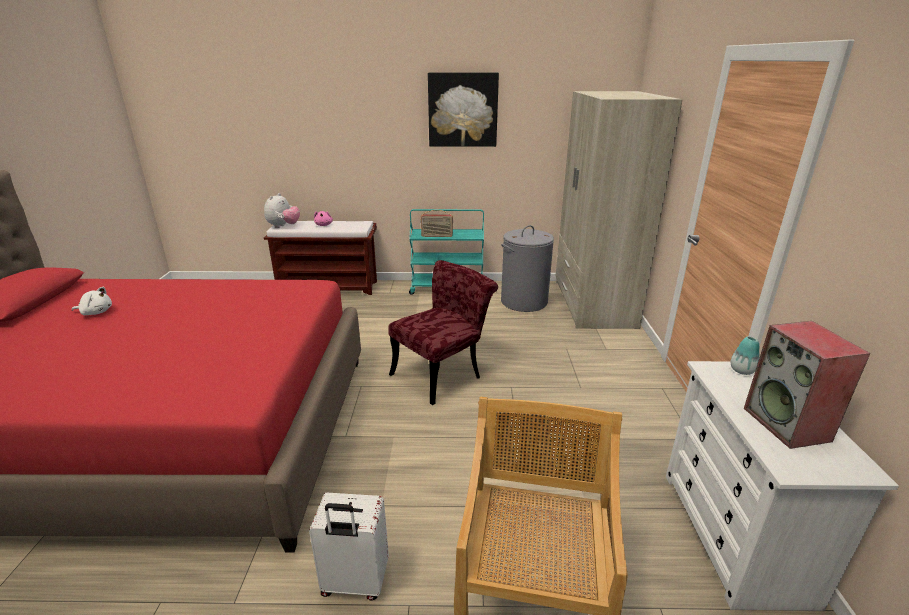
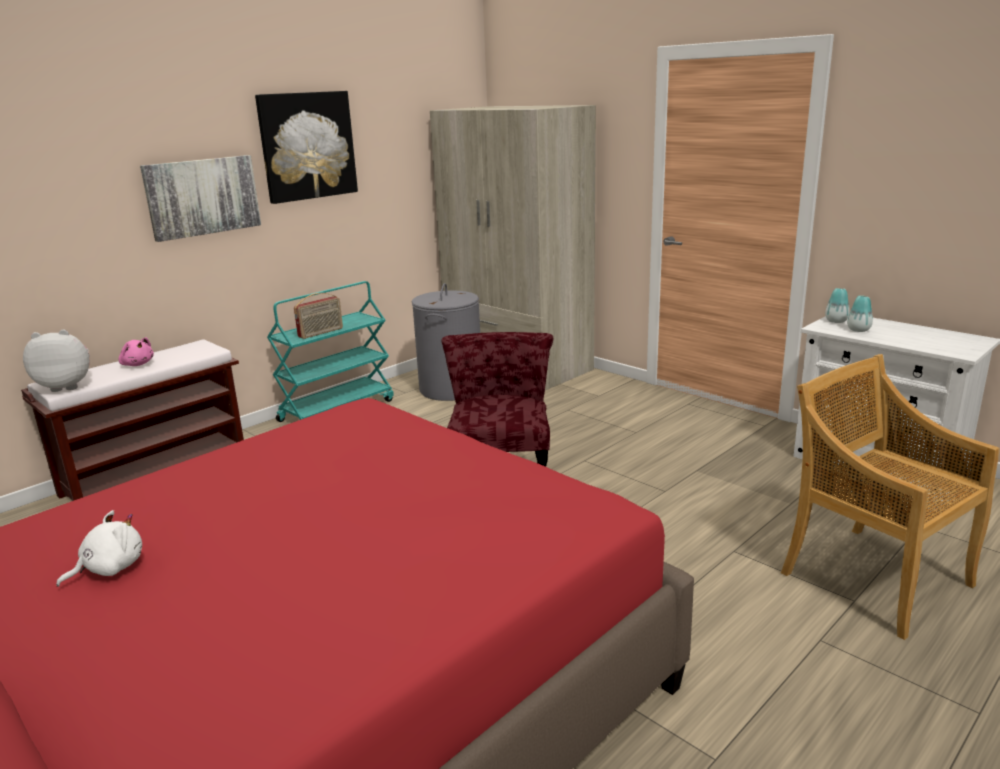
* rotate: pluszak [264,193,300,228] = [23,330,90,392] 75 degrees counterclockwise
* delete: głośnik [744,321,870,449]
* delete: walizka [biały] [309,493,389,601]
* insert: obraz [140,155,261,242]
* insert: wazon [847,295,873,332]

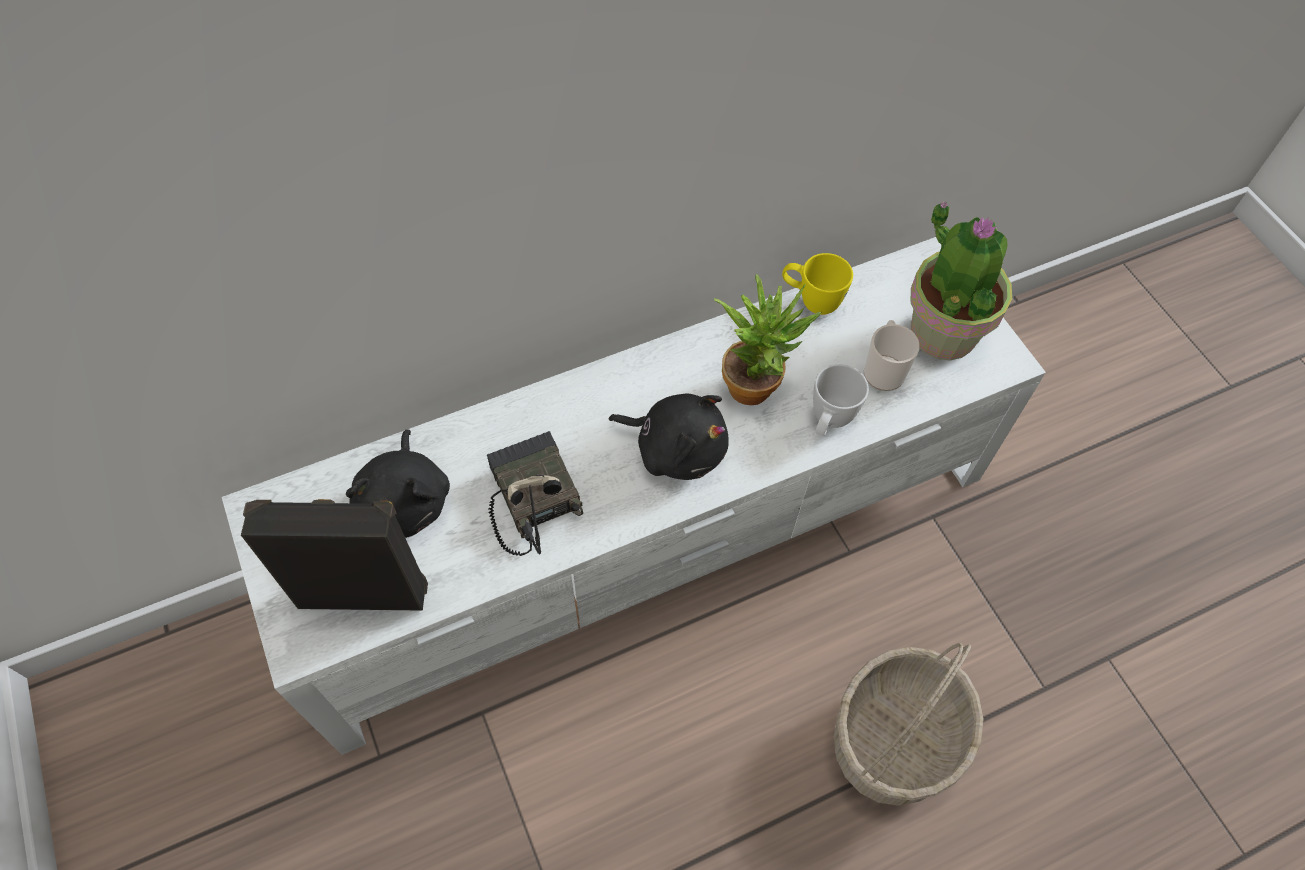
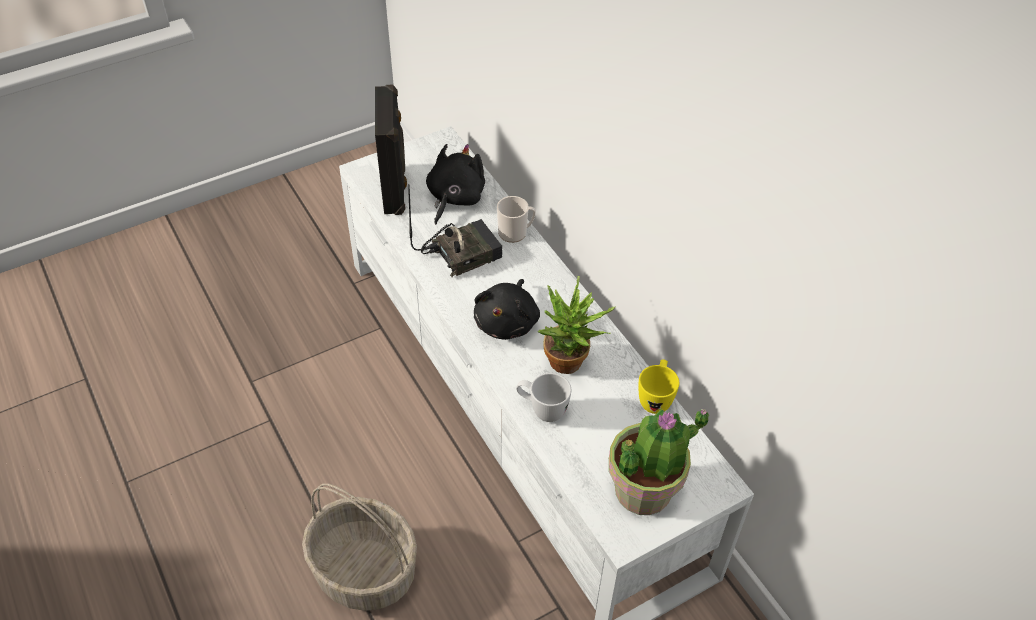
* move: kubek [864,320,920,391] to [497,196,536,243]
* rotate: pluszak [czarny] [346,429,450,538] = [426,144,485,225] 120 degrees clockwise

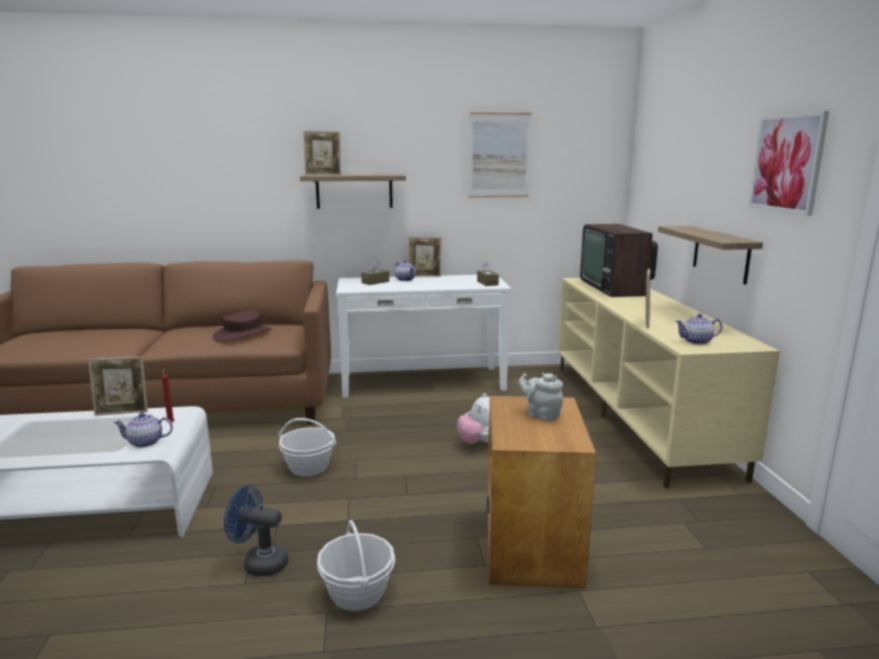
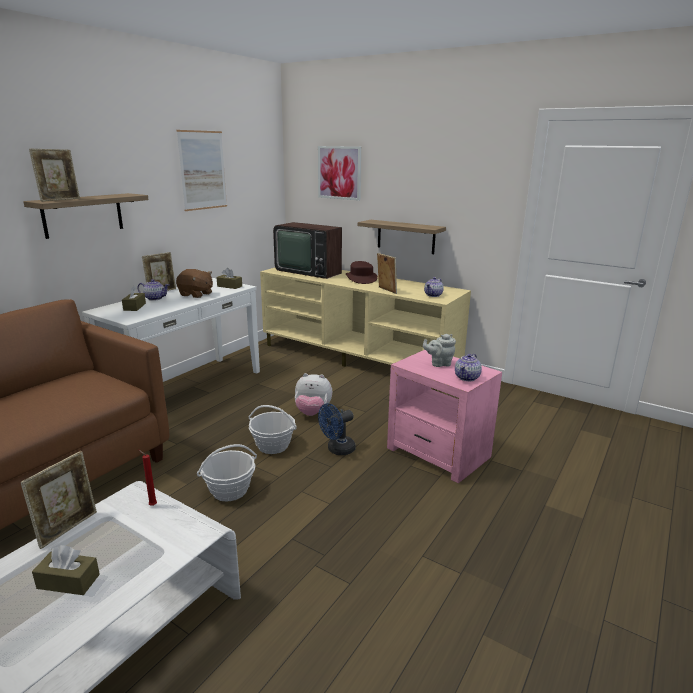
* move: obraz [748,111,829,216] to [318,146,361,200]
* move: kapelusz [brązowy] [213,310,272,342] to [346,261,378,284]
* recolor: stolik [brązowy] [487,396,596,588] to stolik [różowy] [387,350,502,484]
* move: imbryk [113,412,173,448] to [455,354,482,381]
* move: wentylator [niebieski] [224,485,288,576] to [318,403,356,455]
* move: koszyk [317,520,395,611] to [249,405,297,454]
* insert: pluszak [brązowy] [176,269,213,298]
* insert: pudełko chusteczek [brązowy] [32,545,100,595]

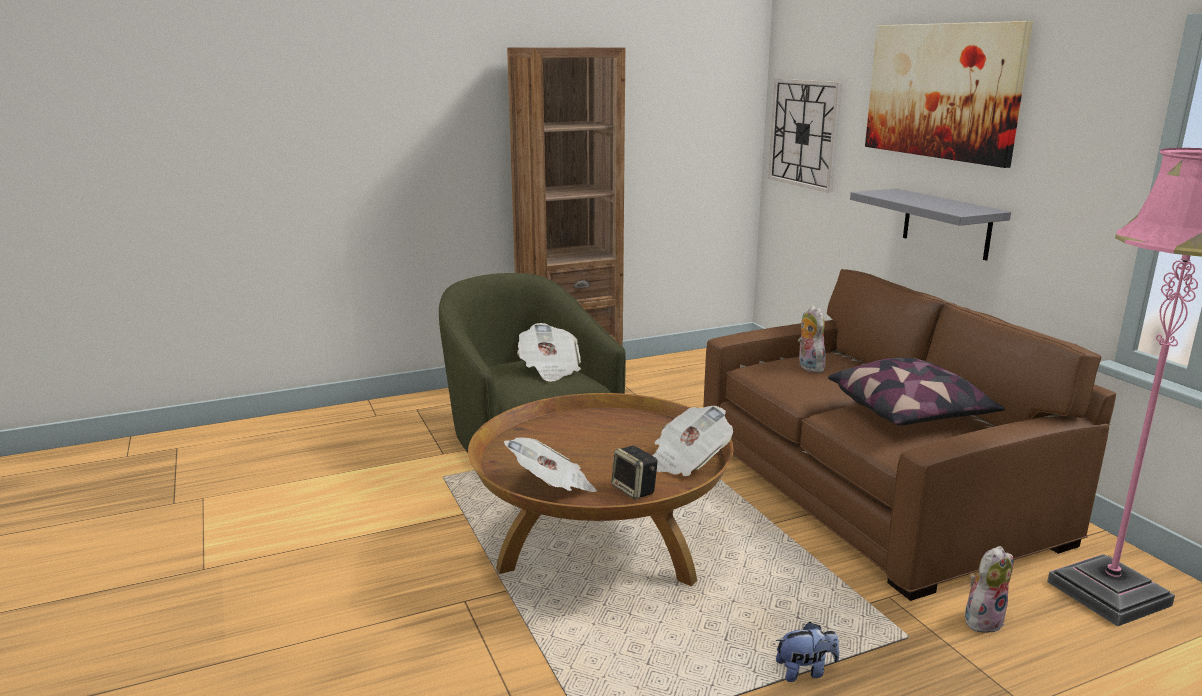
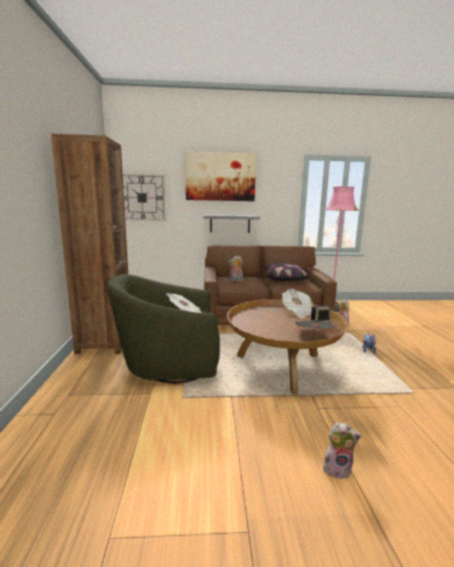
* insert: pluszak [323,422,361,479]

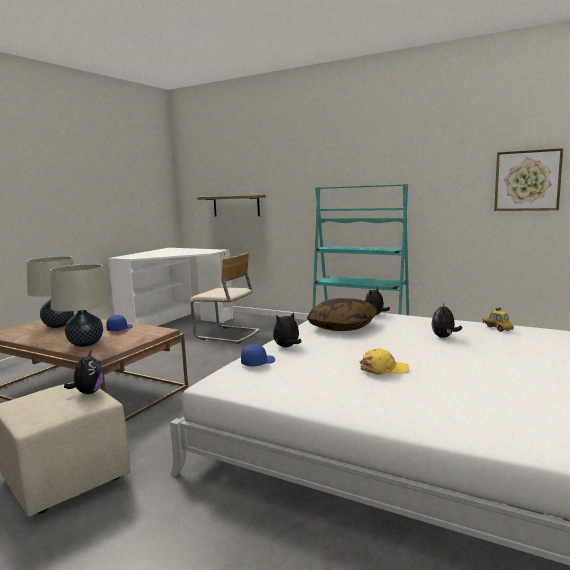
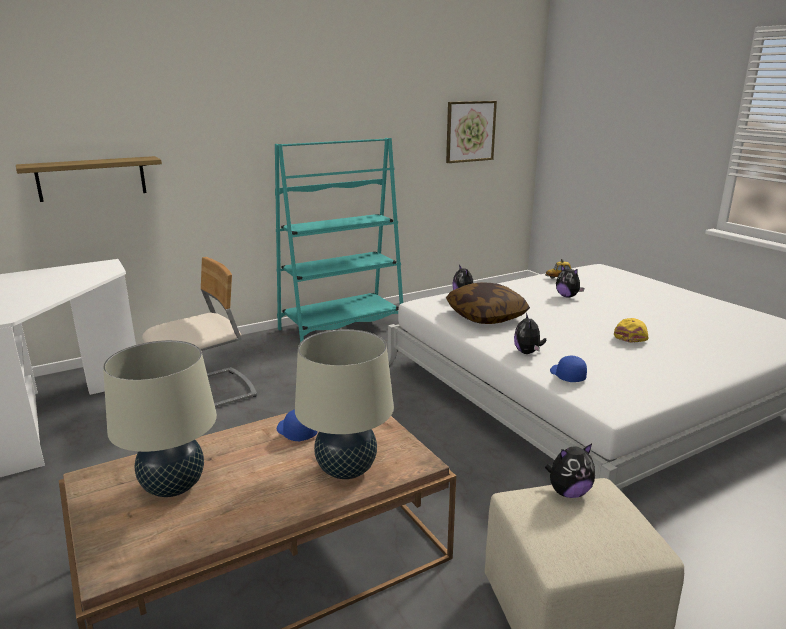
* rotate: pluszak [64,351,104,394] = [545,444,595,498] 135 degrees clockwise

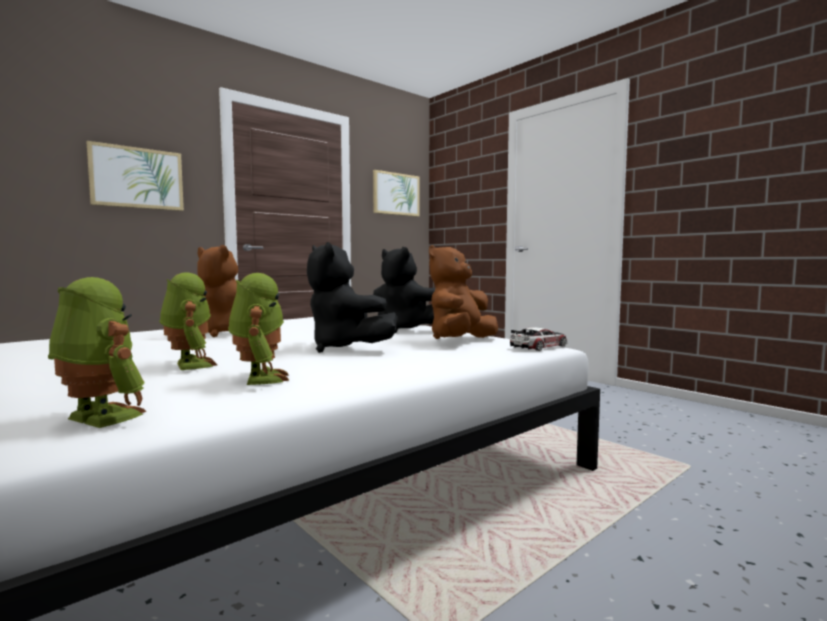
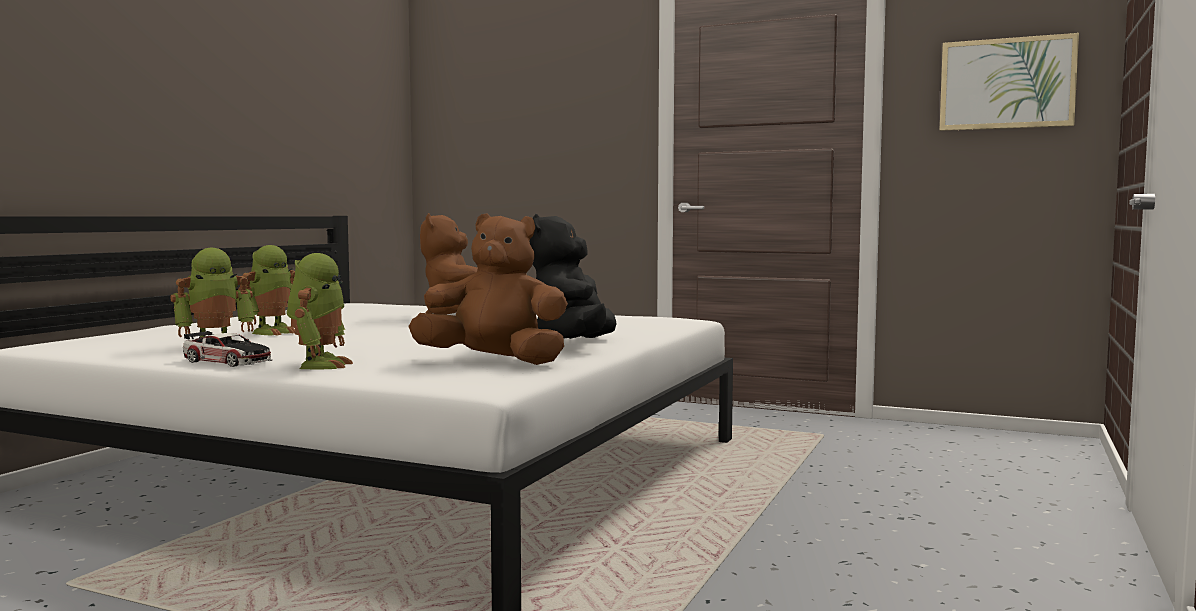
* delete: obraz [86,141,184,211]
* delete: pluszak [czarny] [307,242,397,353]
* move: robot zabawkowy [48,277,146,428] to [287,253,353,369]
* move: samochodzik [510,327,567,351] to [183,331,272,367]

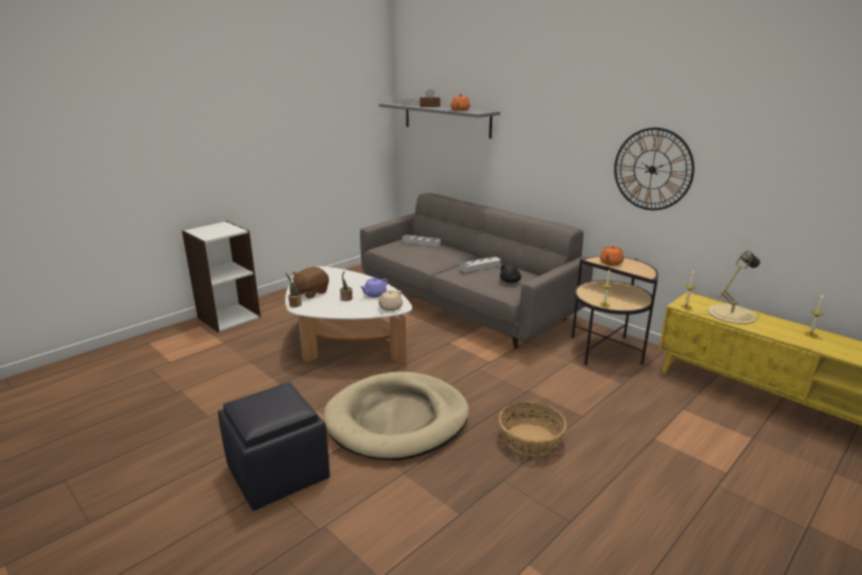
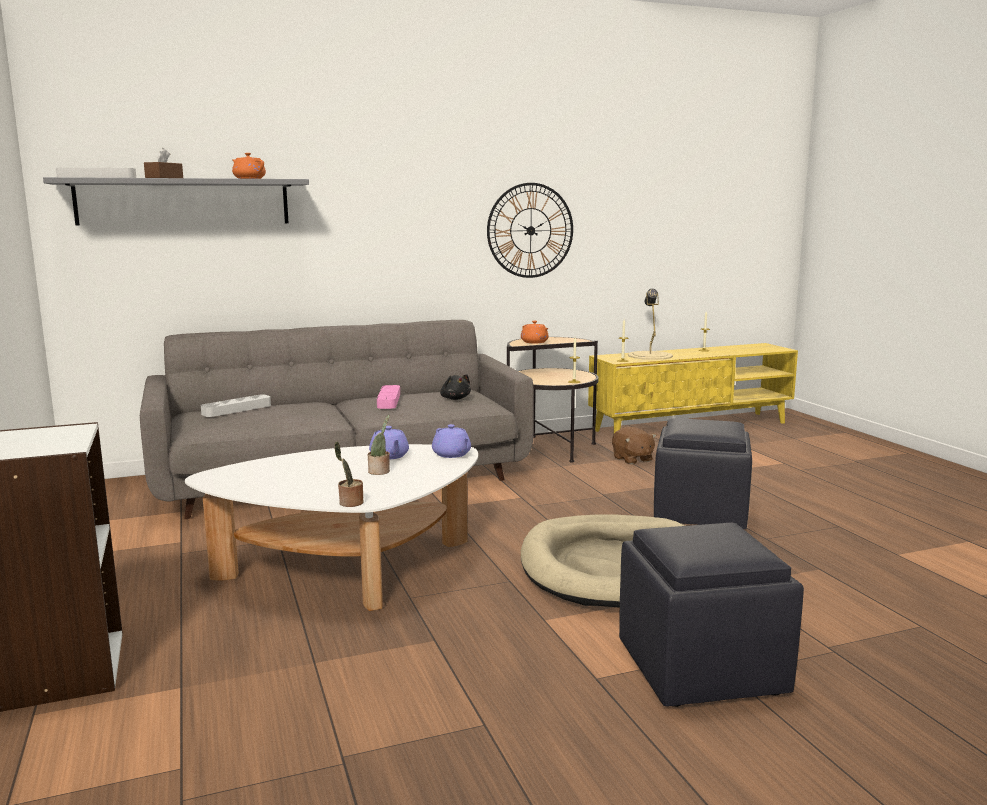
* recolor: taca [szary] [459,257,501,272] to taca [różowy] [377,385,400,409]
* move: pluszak [brązowy] [293,267,329,298] to [612,426,657,465]
* recolor: imbryk [beżowy] [378,290,403,311] to imbryk [fioletowy] [432,424,471,458]
* replace: koszyk [499,401,567,456] to pufa [czarny] [654,418,752,529]

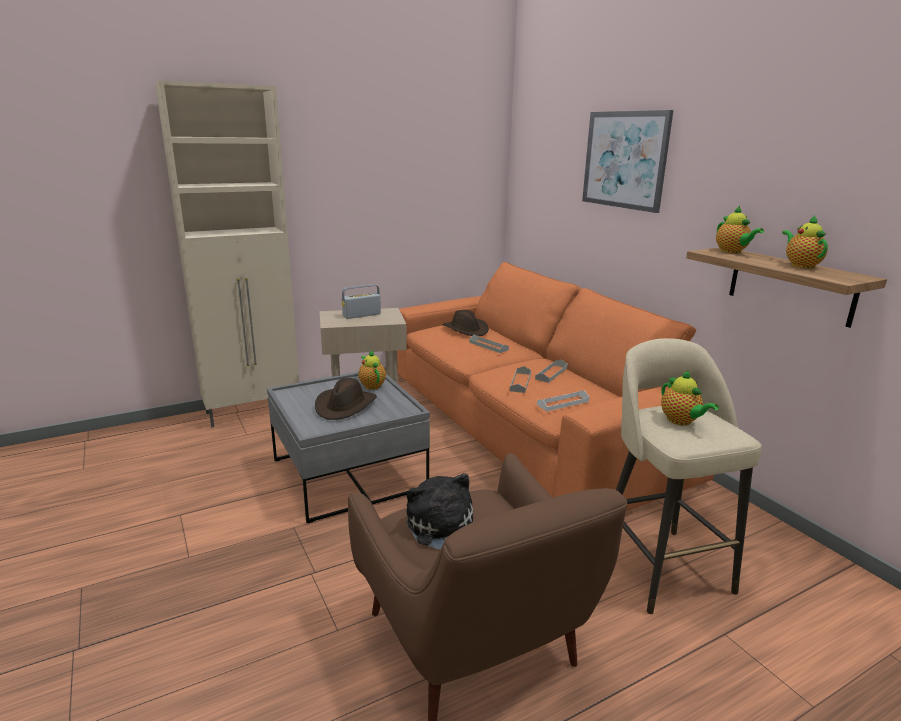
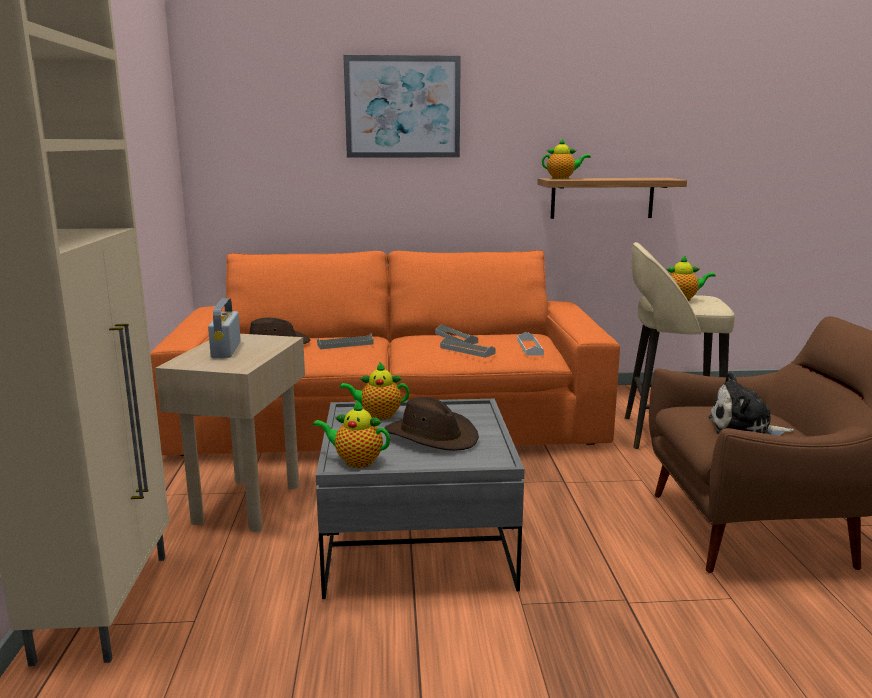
* move: imbryk [782,215,828,269] to [313,400,390,468]

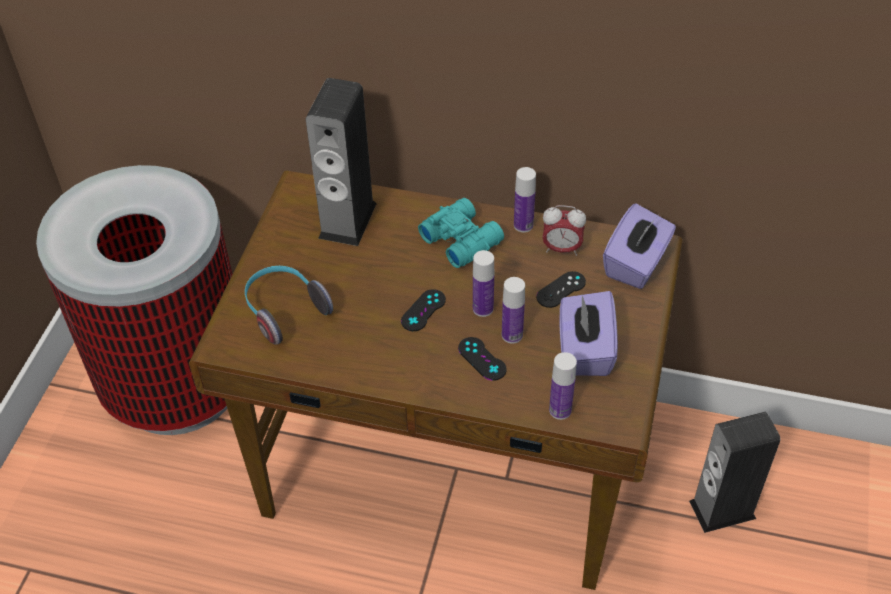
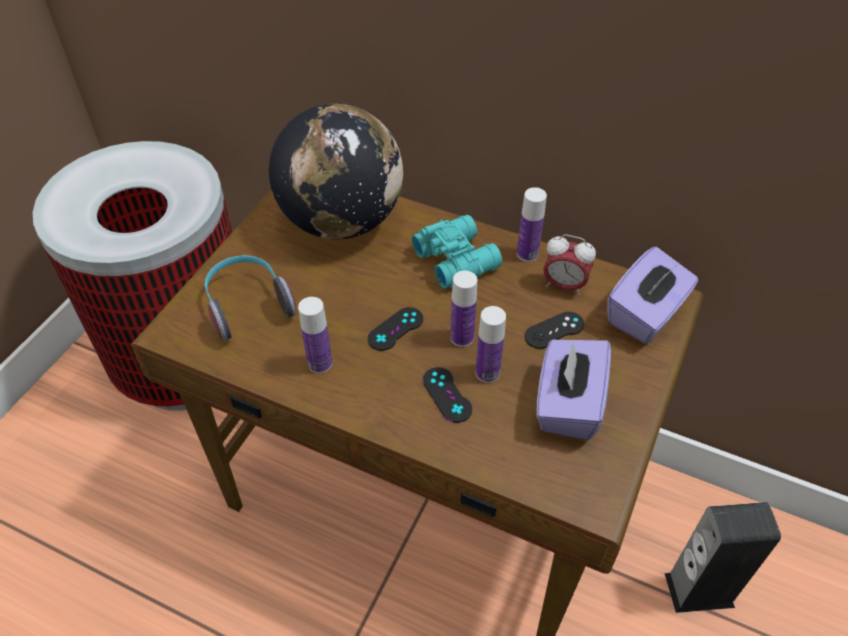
* replace: głośnik [306,78,377,246] to globus [269,104,403,240]
* move: butelka [549,352,577,420] to [298,297,332,373]

